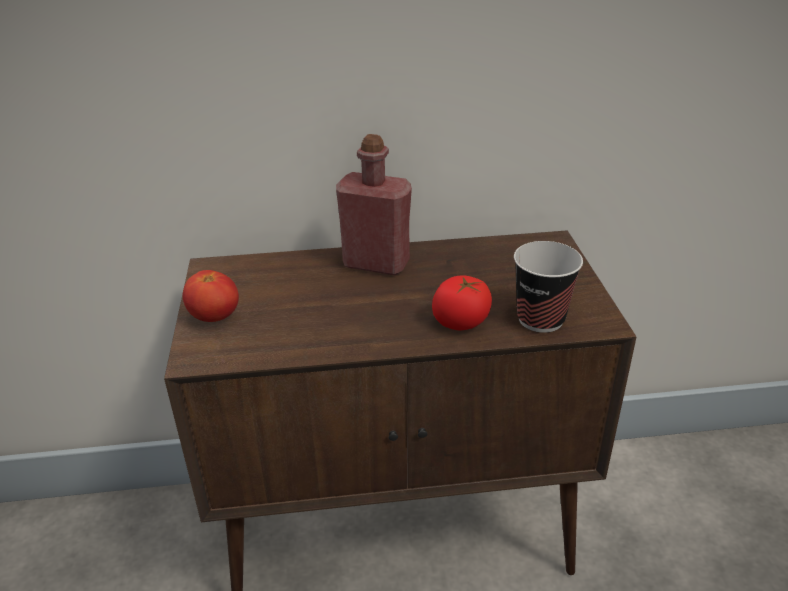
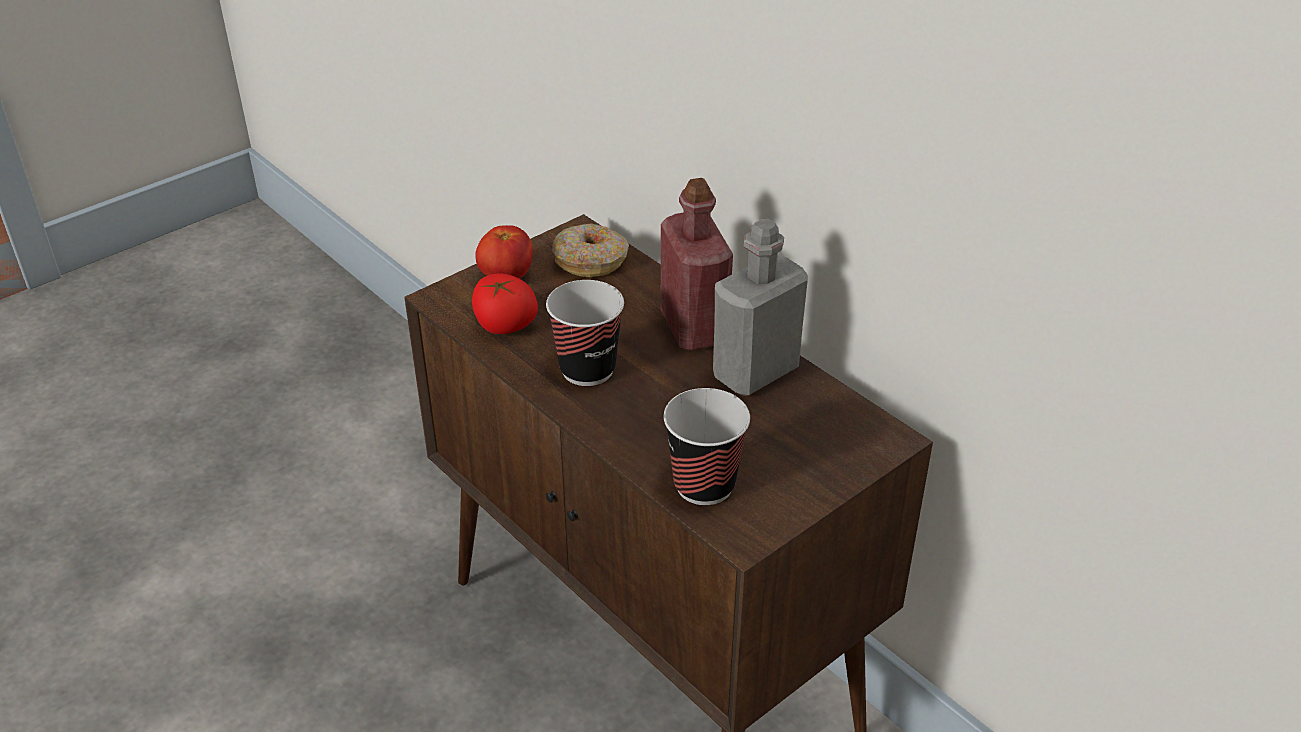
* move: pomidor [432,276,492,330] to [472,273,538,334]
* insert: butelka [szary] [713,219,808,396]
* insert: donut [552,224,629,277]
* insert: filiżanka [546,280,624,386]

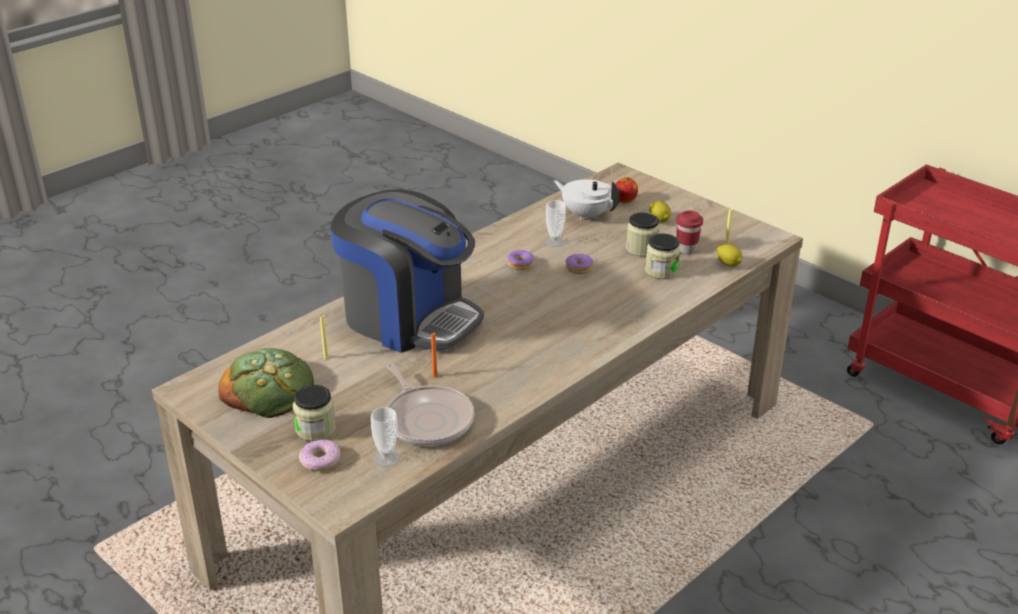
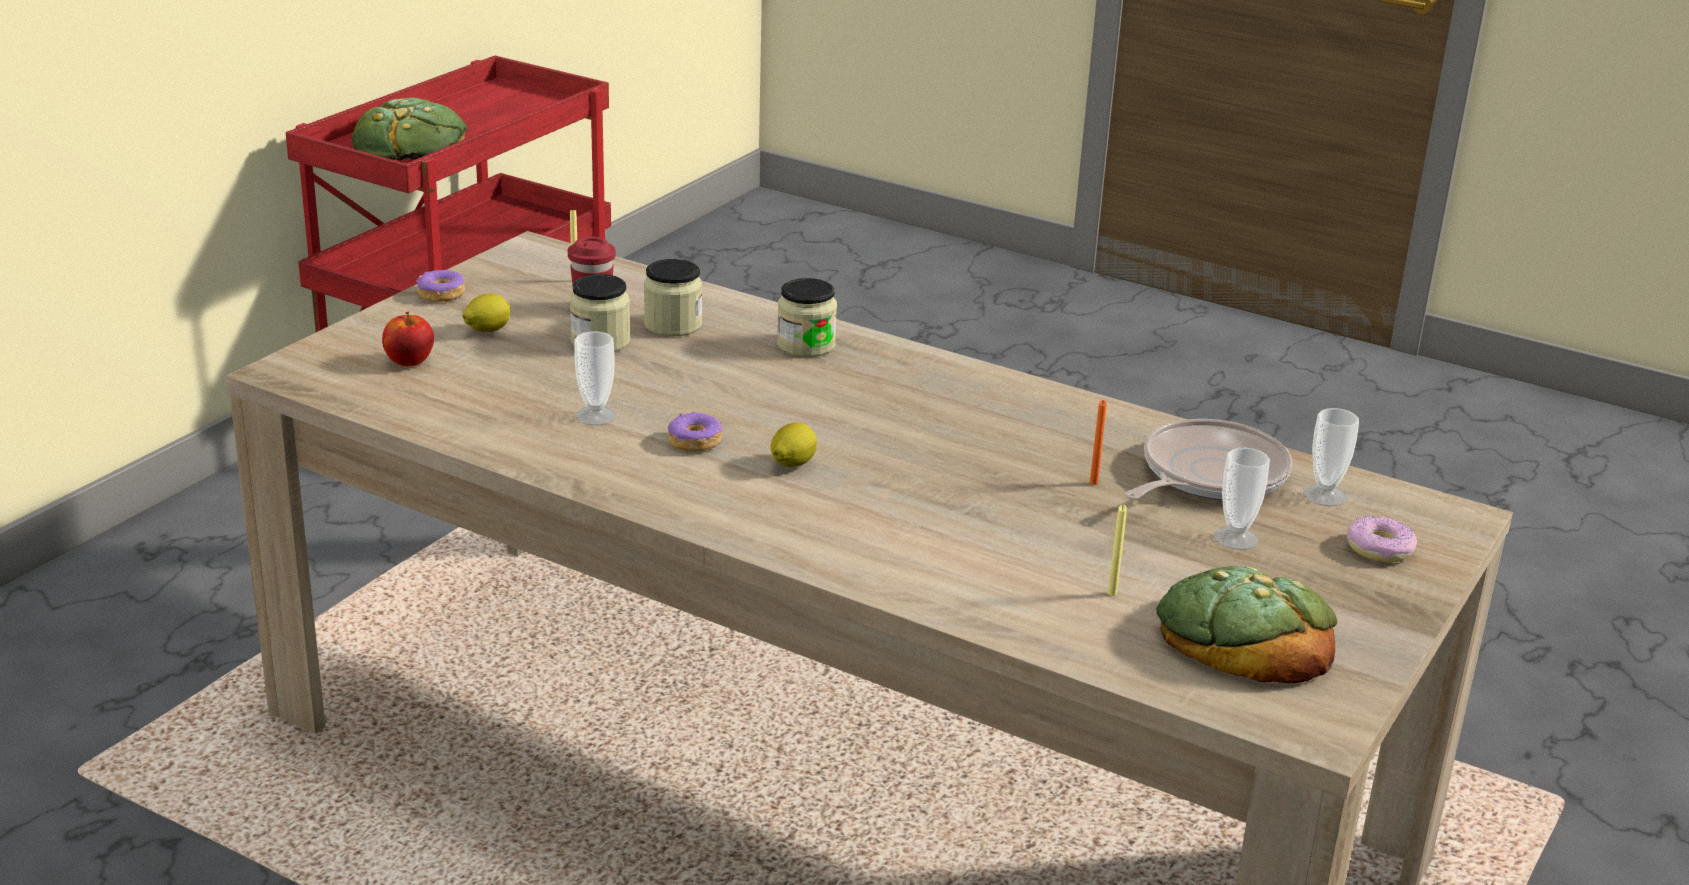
* delete: imbryk [biały] [554,179,620,220]
* delete: ekspres do kawy [330,189,484,353]
* move: cytryna [717,244,743,267] to [771,422,817,467]
* move: donut [565,253,593,274] to [417,270,465,302]
* move: słoik [293,385,336,441] to [777,278,837,357]
* insert: chleb [352,97,468,160]
* insert: filiżanka [1214,448,1270,550]

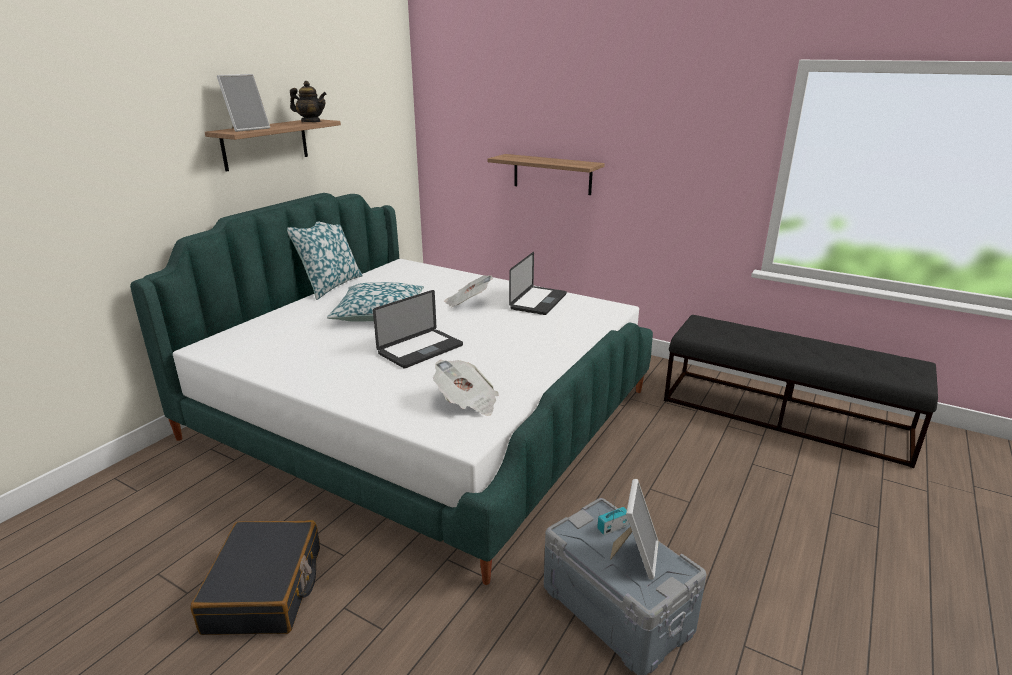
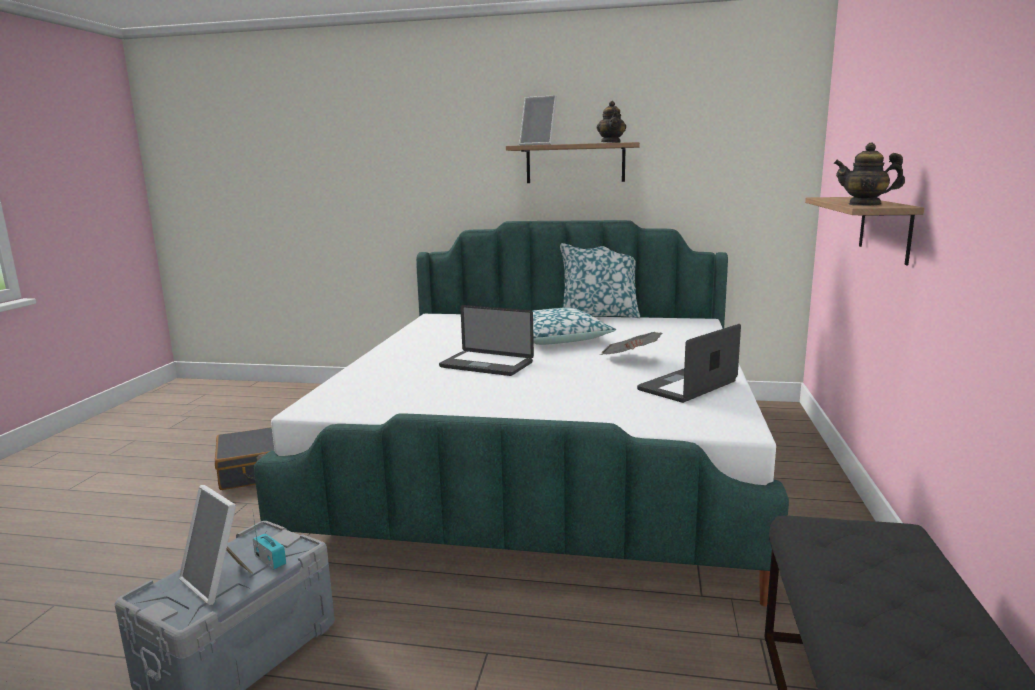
* rotate: laptop [509,252,567,315] = [637,324,741,403] 135 degrees clockwise
* delete: gazeta [433,360,499,416]
* rotate: ramka na zdjęcie [610,479,659,580] = [179,485,253,605] 45 degrees clockwise
* insert: imbryk [834,143,905,206]

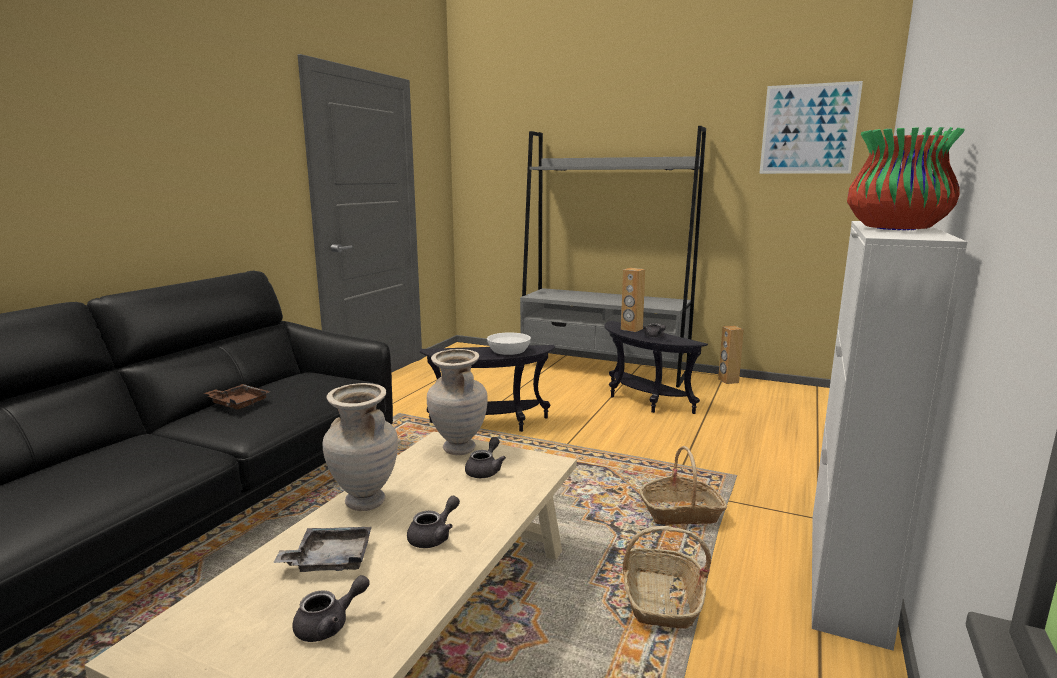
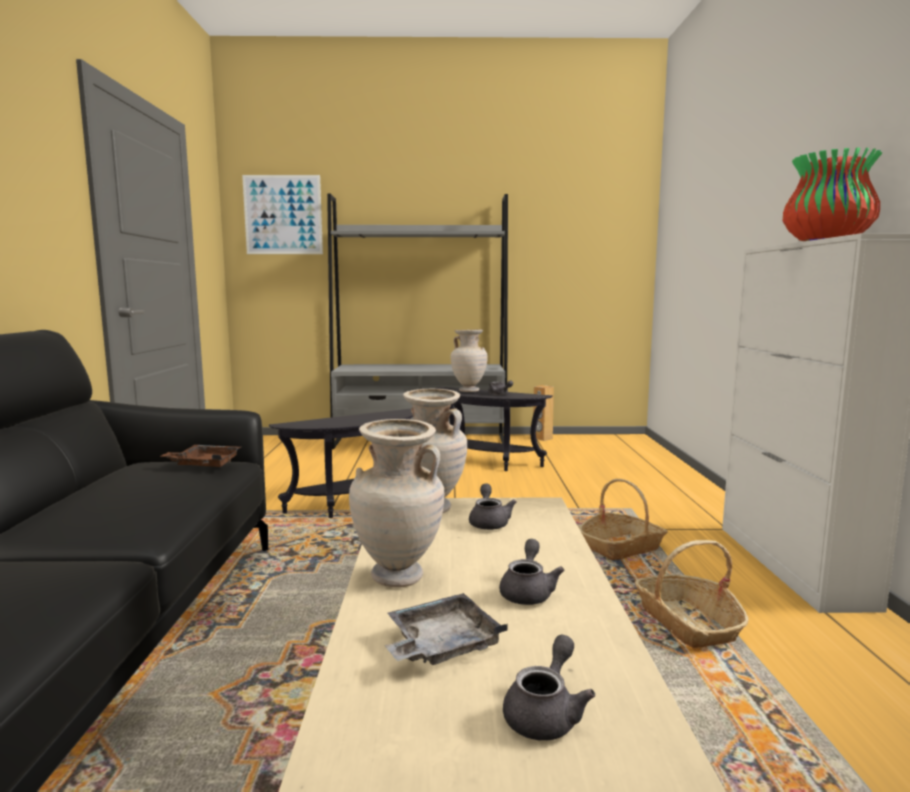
* move: obraz [759,81,863,174] to [242,175,323,254]
* replace: głośnik [brązowy] [621,268,645,332] to wazon [beżowy] [451,330,488,392]
* delete: miska [biały] [487,333,531,355]
* move: taca [brązowy] [204,384,270,410] to [161,445,241,467]

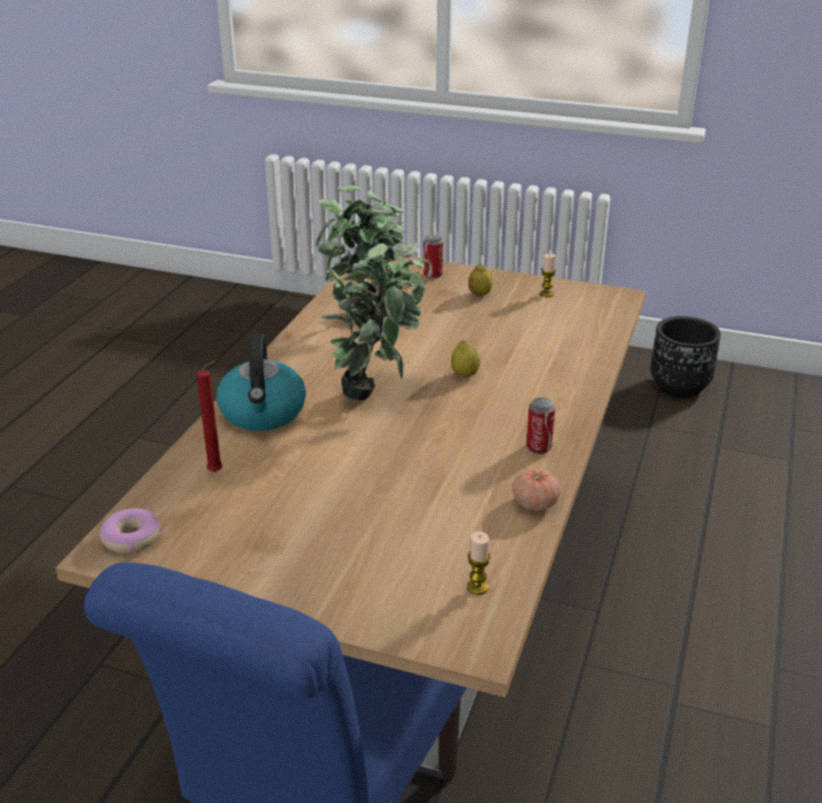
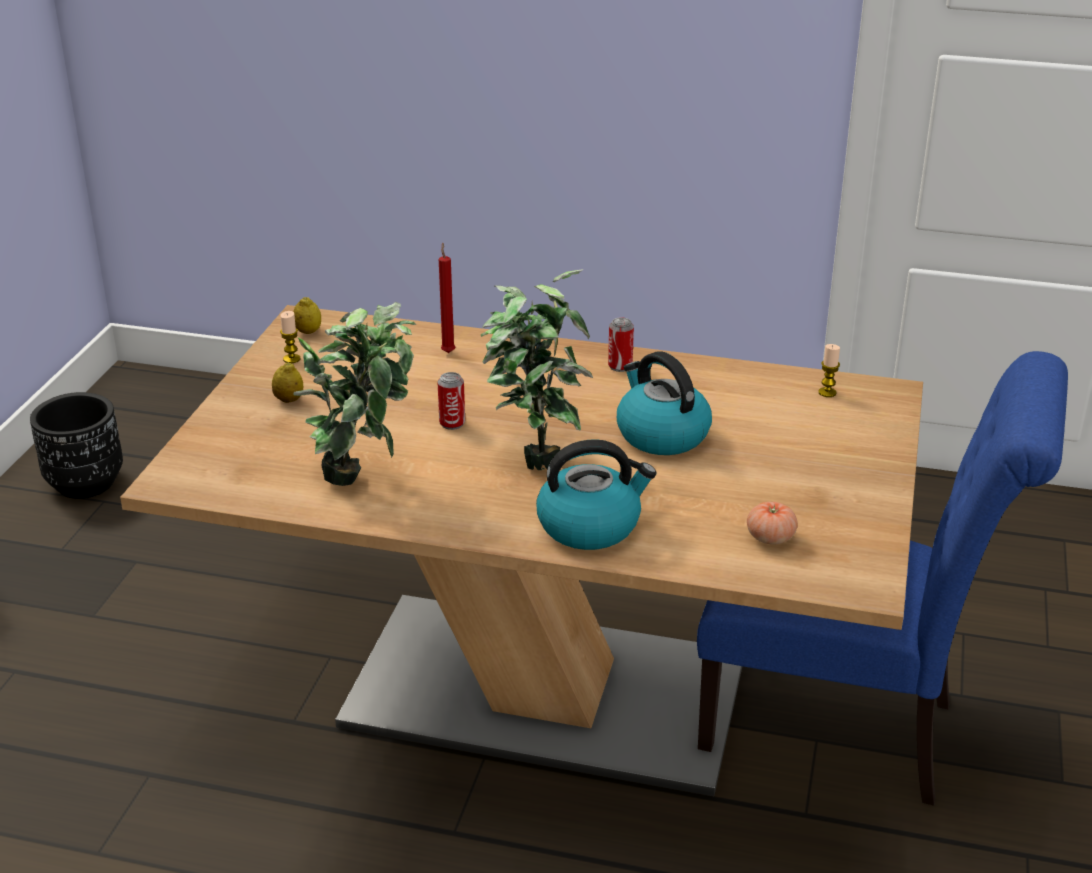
* move: puszka [423,235,443,279] to [438,372,465,430]
* move: cytryna [451,340,480,377] to [293,297,321,334]
* move: świeca [czerwony] [196,360,223,472] to [439,243,455,353]
* move: pomidor [512,469,561,510] to [747,502,798,545]
* delete: donut [100,508,161,553]
* insert: czajnik [617,351,712,455]

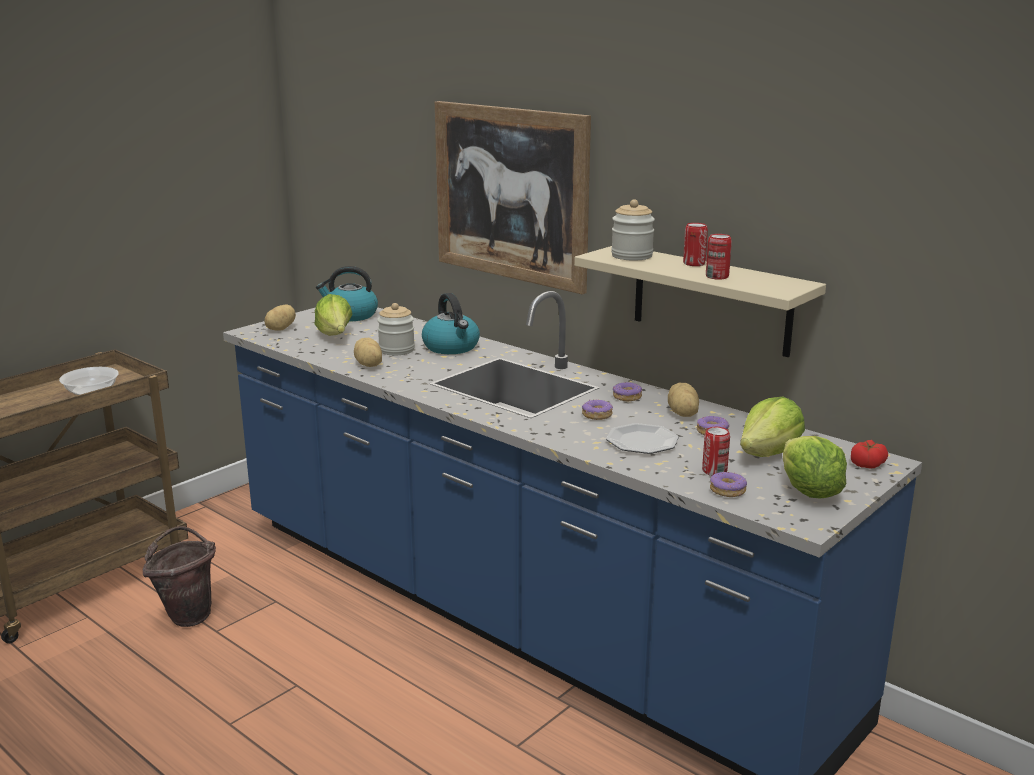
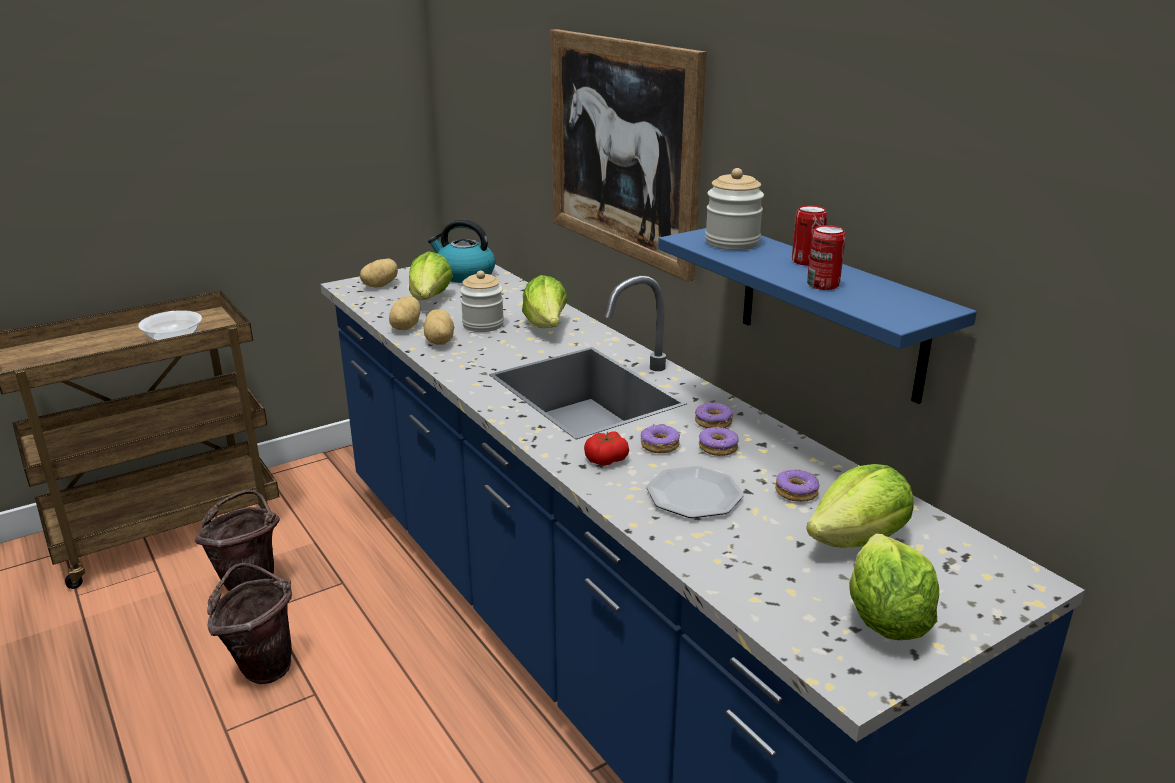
* recolor: półka [beżowy] [574,246,826,357] to półka [niebieski] [658,228,977,404]
* replace: czajnik [422,293,480,354] to sałata [522,275,568,328]
* move: ziemniak [668,383,699,417] to [389,296,421,330]
* delete: puszka [702,427,730,476]
* move: pomidor [851,440,888,469] to [584,431,629,466]
* move: donut [710,472,747,497] to [699,427,739,456]
* insert: wiadro [brązowy] [207,563,292,684]

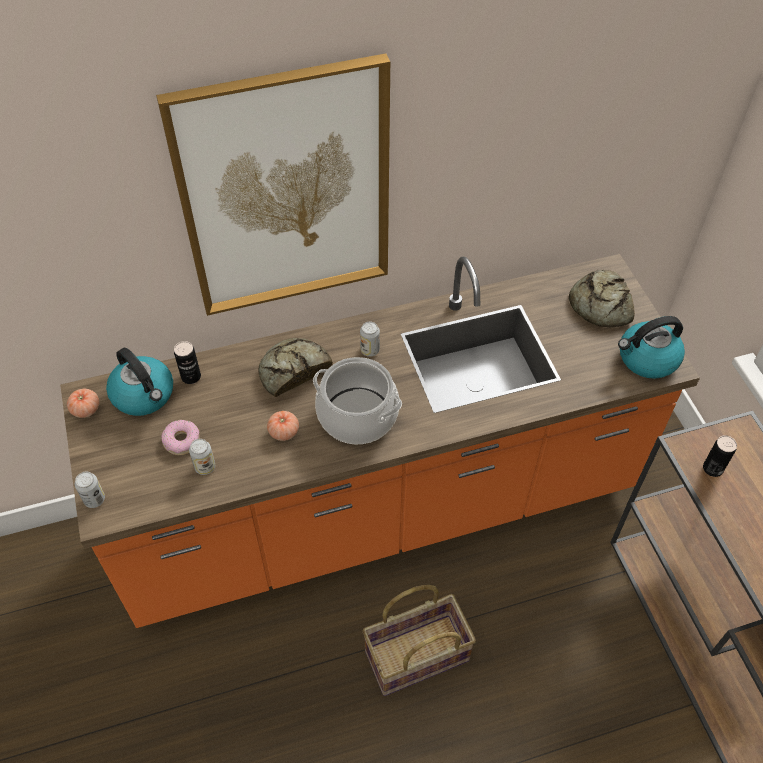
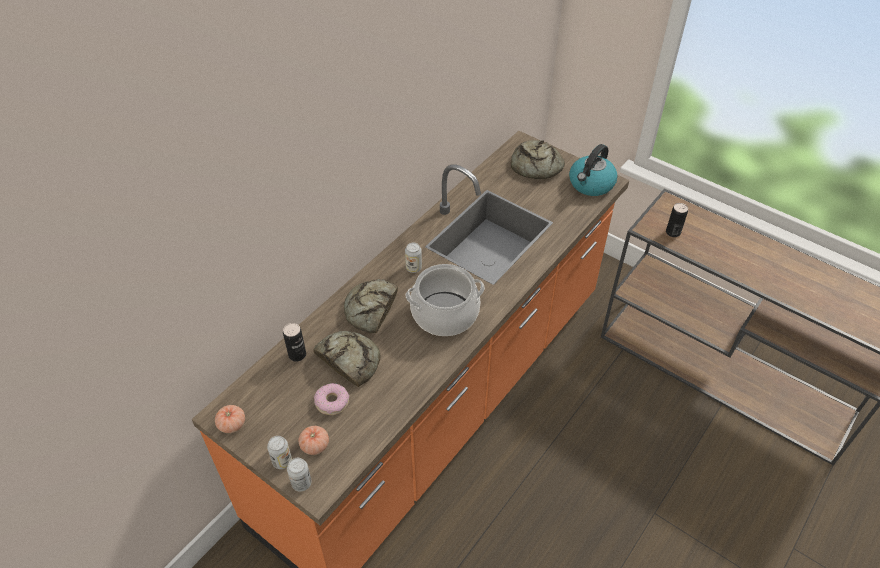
* delete: obraz [156,53,390,316]
* delete: czajnik [106,347,173,416]
* move: pomidor [267,411,299,441] to [298,426,329,455]
* move: puszka [189,439,215,475] to [267,436,292,469]
* delete: koszyk [363,585,476,696]
* insert: chleb [313,331,380,387]

